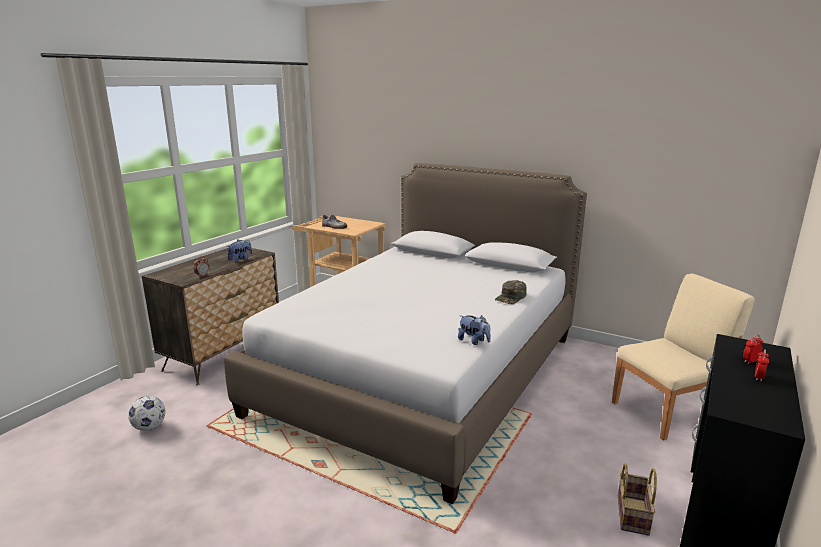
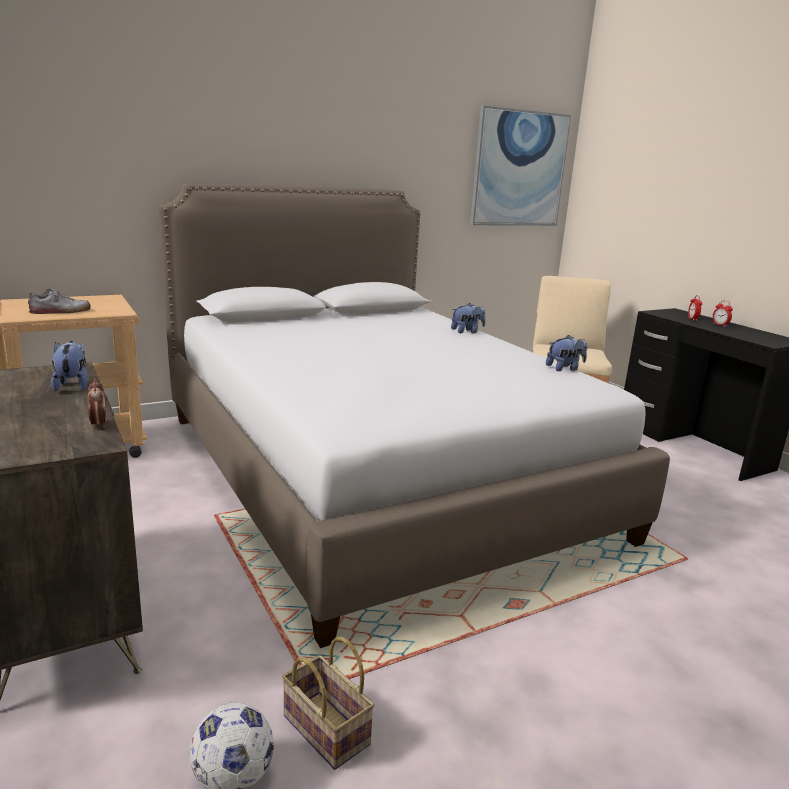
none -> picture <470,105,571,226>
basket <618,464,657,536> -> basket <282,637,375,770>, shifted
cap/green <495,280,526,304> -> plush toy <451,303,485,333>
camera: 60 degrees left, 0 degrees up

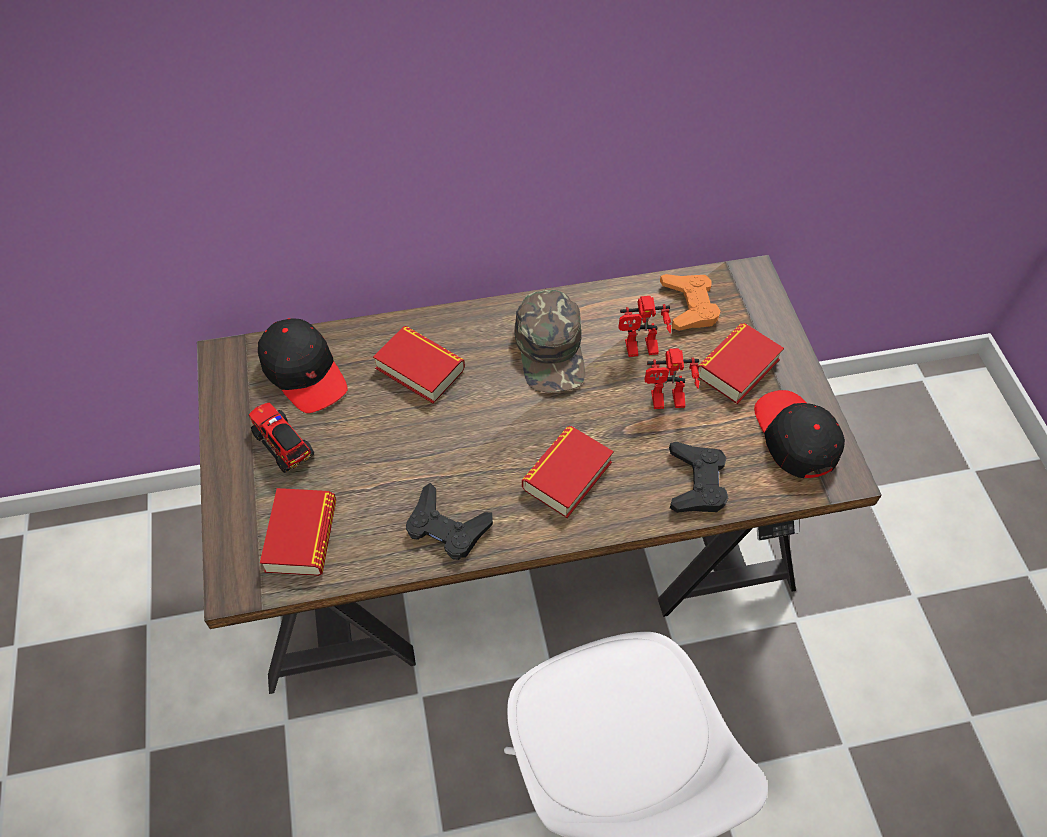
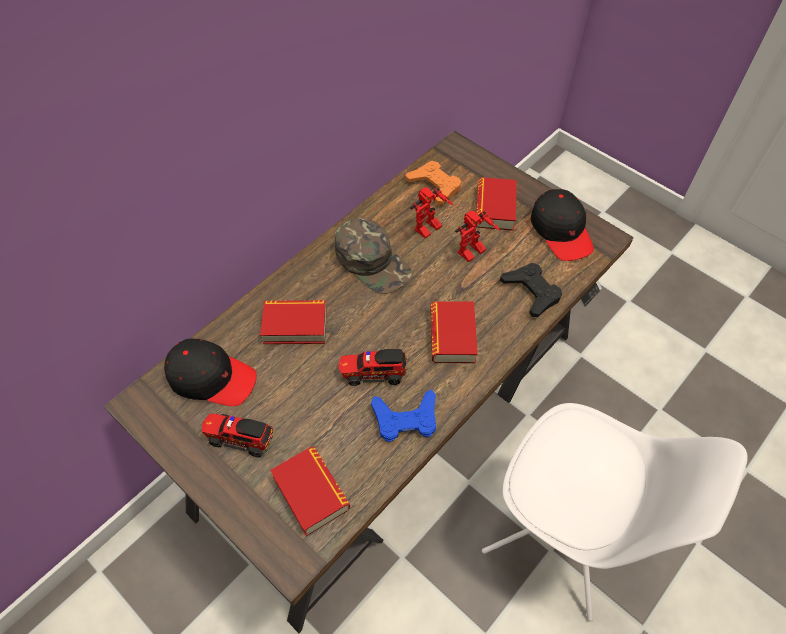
none -> toy truck <338,349,407,386>
game controller/black <406,483,493,560> -> game controller/blue <371,389,436,442>
cap/black <754,390,845,478> -> cap/black <530,189,594,261>, 150 degrees counterclockwise
camera: 35 degrees left, 0 degrees up

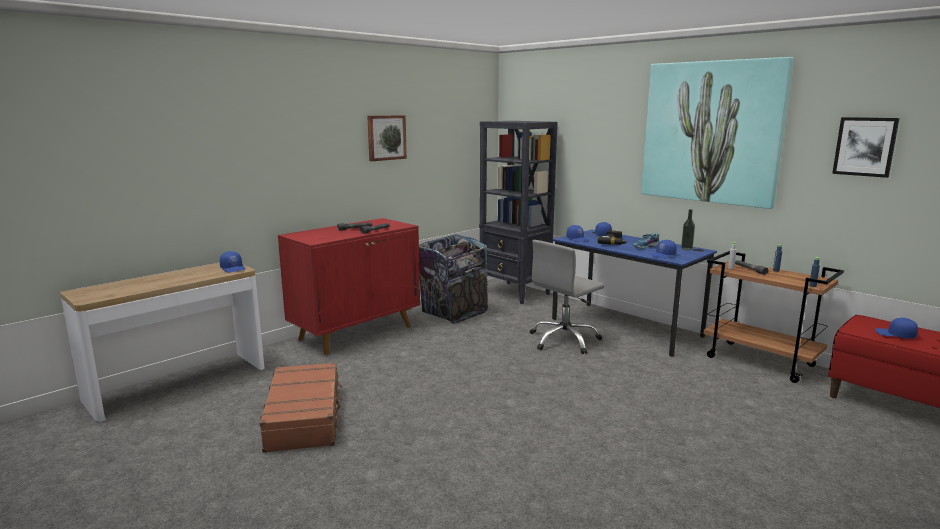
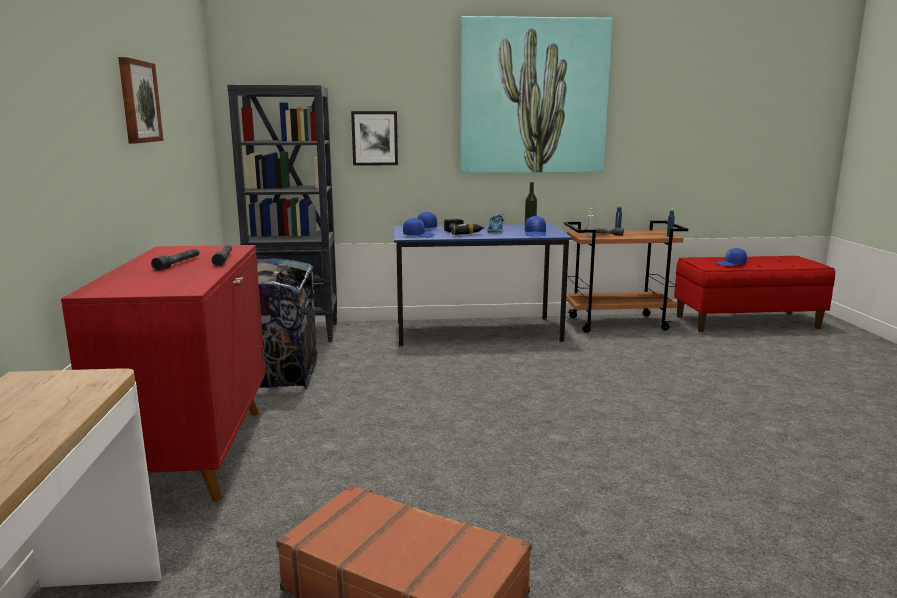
cap/blue <220,251,245,273> -> none
office chair/grey <530,240,604,354> -> none
picture <832,117,900,178> -> picture <351,111,398,166>, shifted
camera: 50 degrees left, 0 degrees up

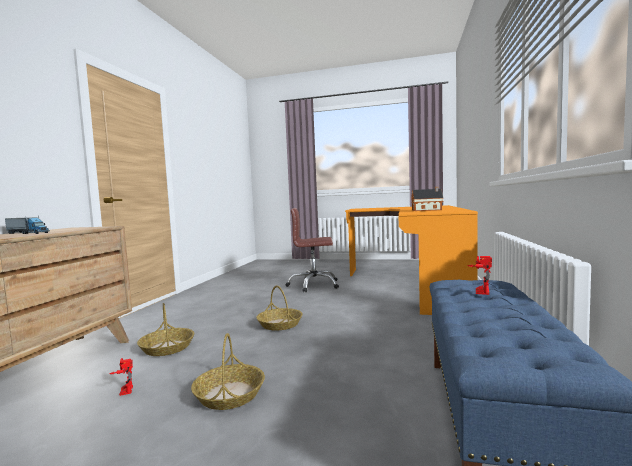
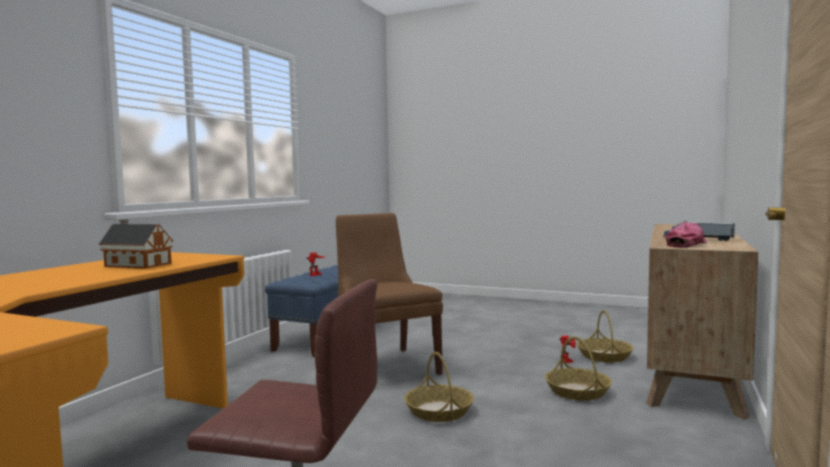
none -> chair/brown <336,213,443,375>
none -> cap <666,222,707,248>
basket <191,333,265,410> -> basket <577,310,634,362>, shifted
camera: 170 degrees left, 0 degrees up

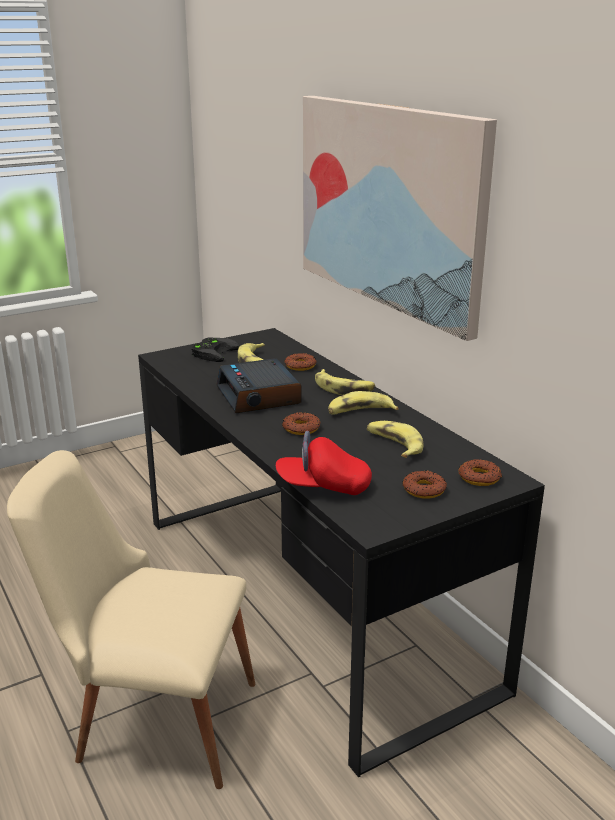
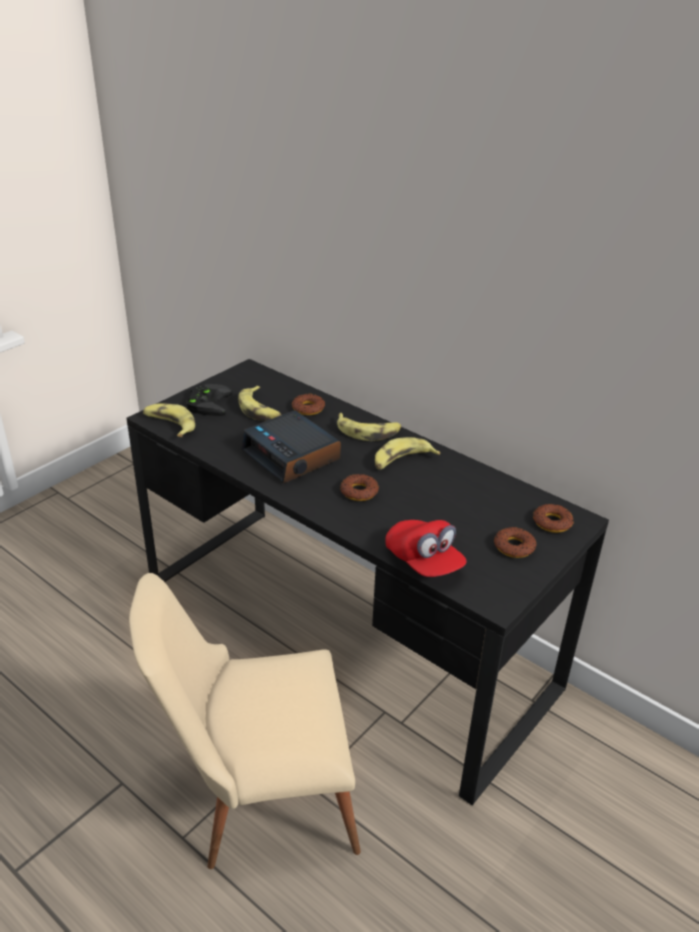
picture <303,96,497,341> -> none
banana <367,421,423,458> -> banana <143,403,195,437>, shifted
cap/red <276,431,372,495> -> cap/red <385,520,467,577>, 105 degrees counterclockwise
camera: 20 degrees left, 10 degrees up

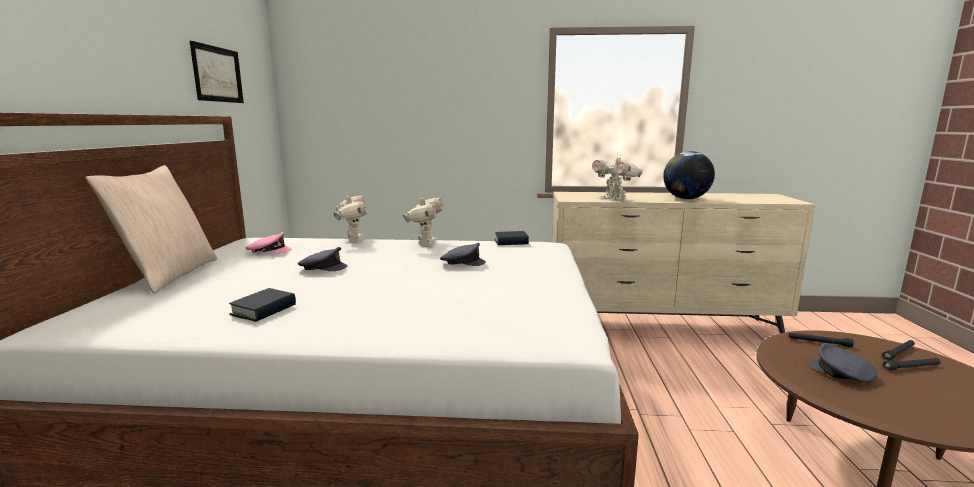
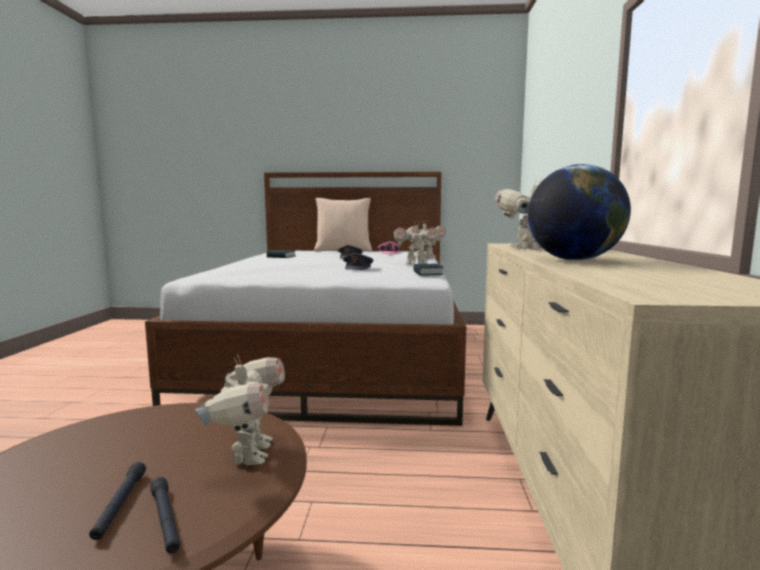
picture <190,41,244,103> -> none
cap/grey <809,343,877,382> -> none
flashlight/black <789,333,854,347> -> toy robot <195,354,285,465>
camera: 90 degrees right, 5 degrees down

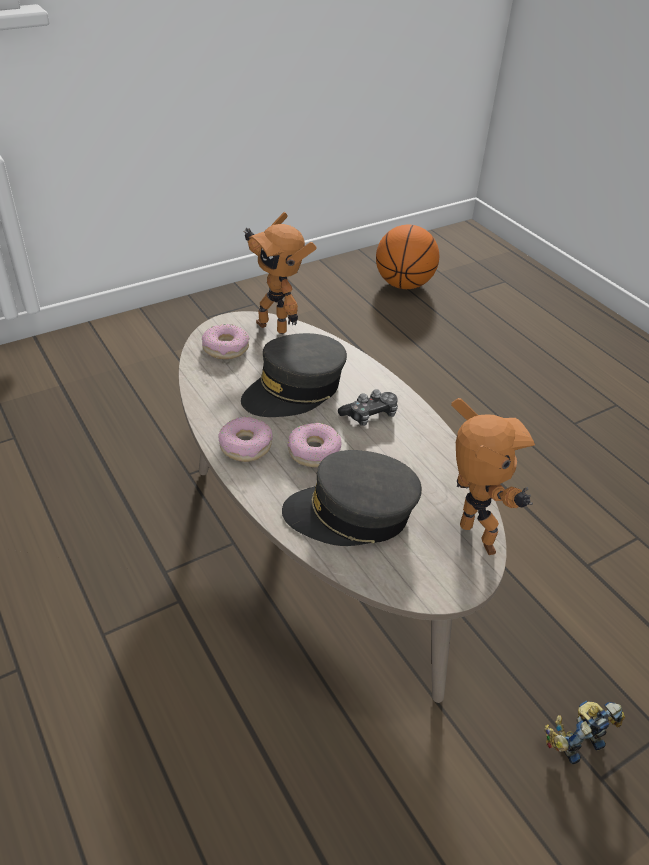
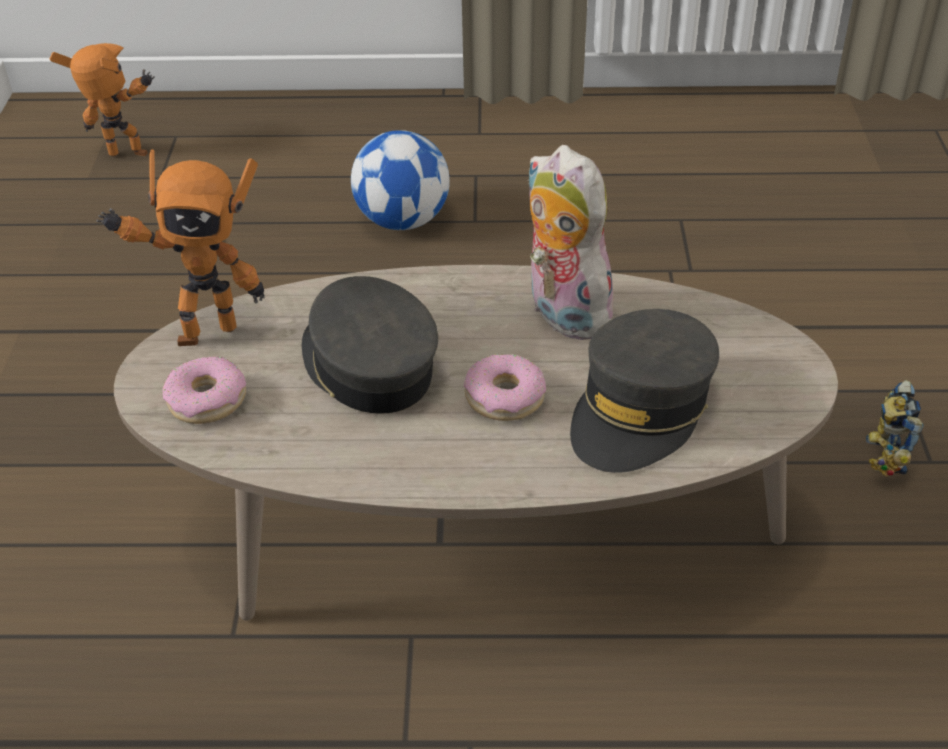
donut <218,417,273,462> -> none
game controller <338,389,398,426> -> none
basketball <376,225,439,289> -> none
none -> football <351,130,450,230>
none -> plush toy <528,145,613,340>
toy robot <451,398,535,555> -> toy robot <50,43,155,157>, shifted
cap/grey <241,333,347,417> -> cap/grey <302,276,438,414>, 150 degrees clockwise
camera: 55 degrees left, 0 degrees up

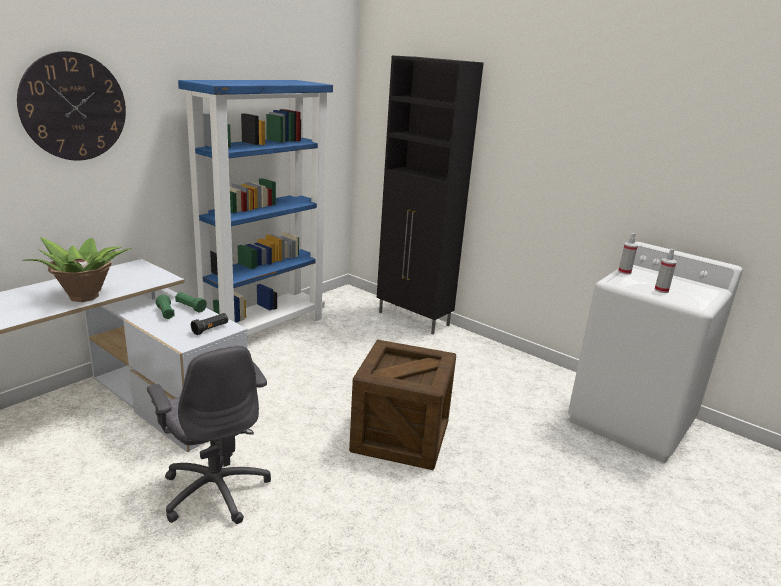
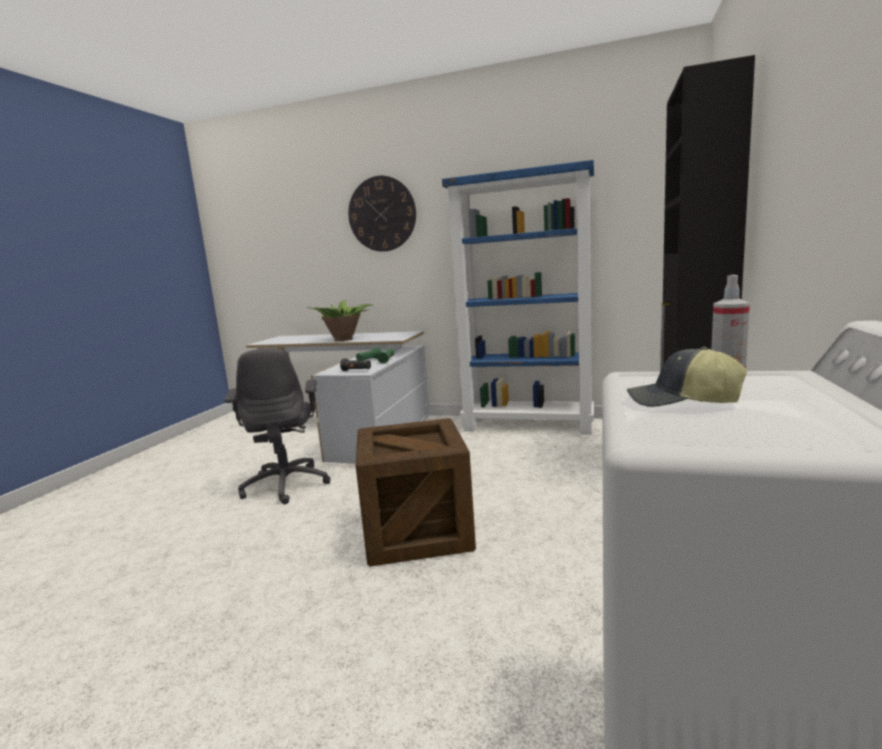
spray bottle <654,249,677,293> -> cap <627,347,747,407>
office chair/grey <147,345,271,524> -> office chair/grey <225,348,330,504>, 45 degrees counterclockwise
camera: 70 degrees right, 10 degrees down

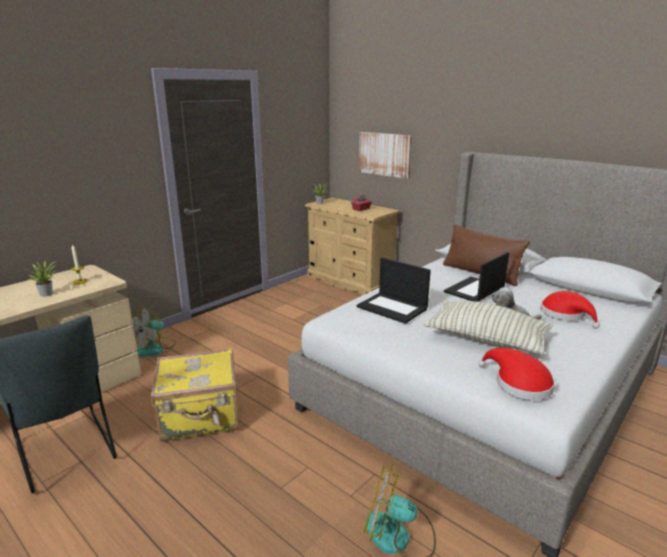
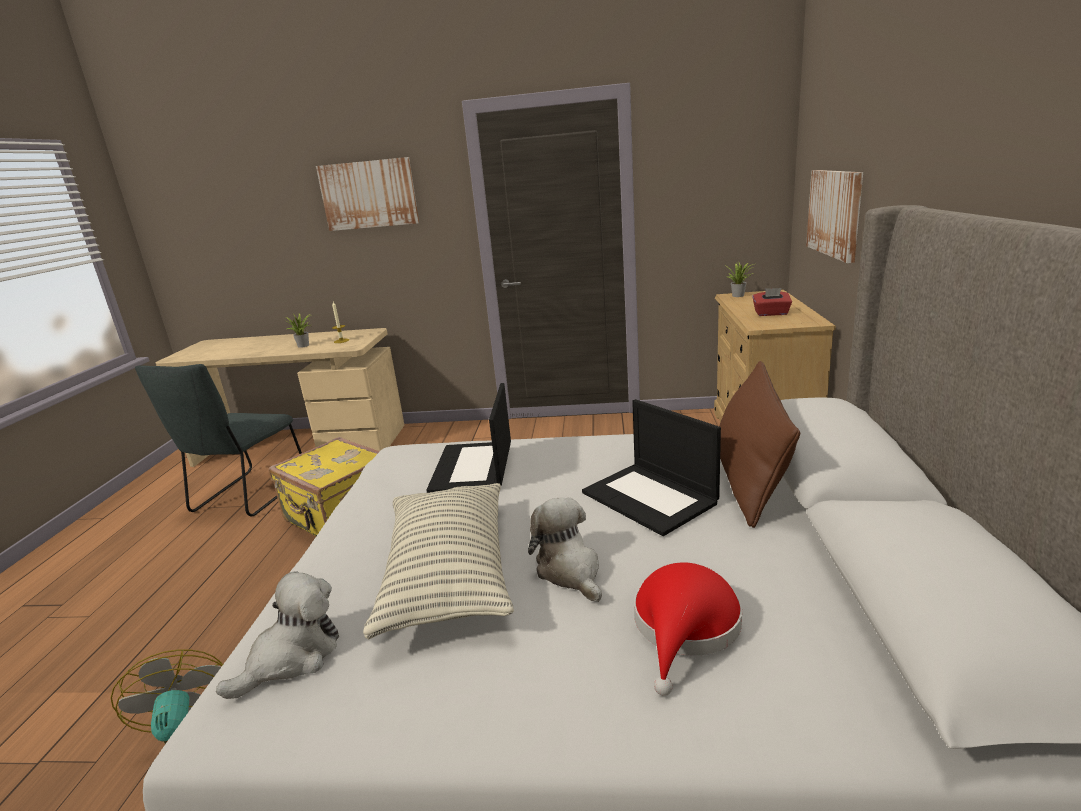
fan <131,307,176,357> -> none
none -> picture <316,157,419,231>
hat/red <478,348,555,400> -> plush toy <216,571,339,699>
laptop <444,252,509,302> -> laptop <582,399,721,536>, 135 degrees counterclockwise
camera: 55 degrees right, 0 degrees up

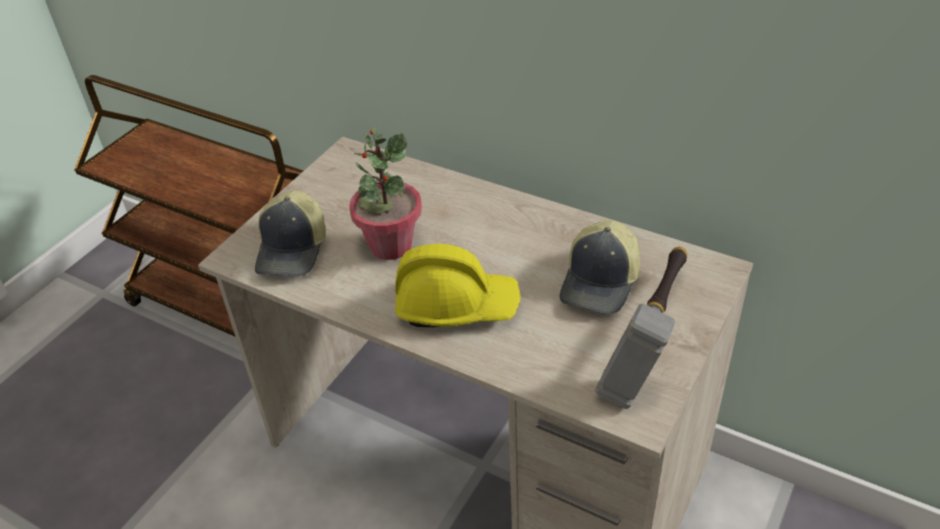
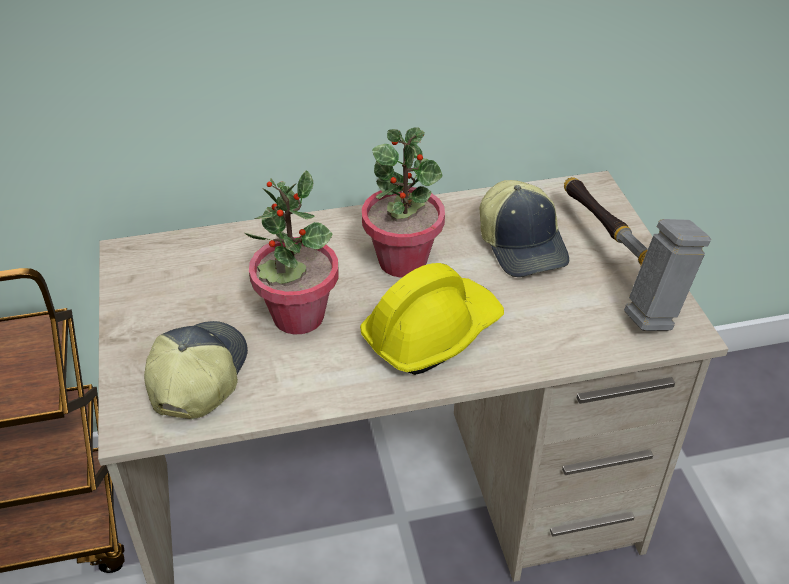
none -> potted plant <362,127,445,277>
cap <255,190,326,276> -> cap <144,321,248,419>, 135 degrees counterclockwise
camera: 45 degrees left, 0 degrees up

